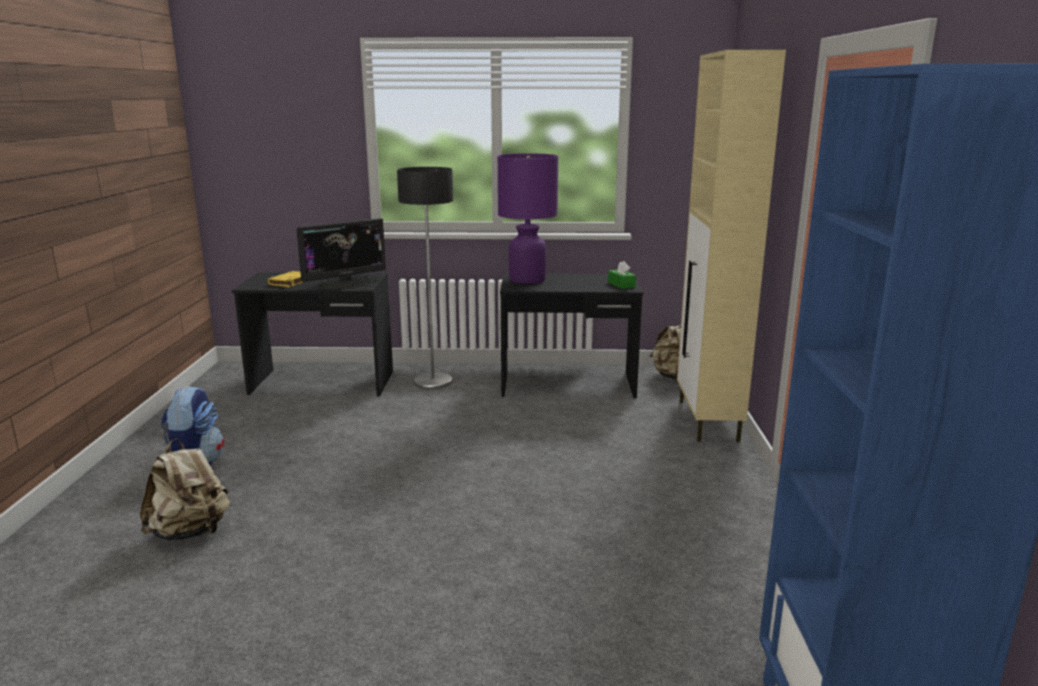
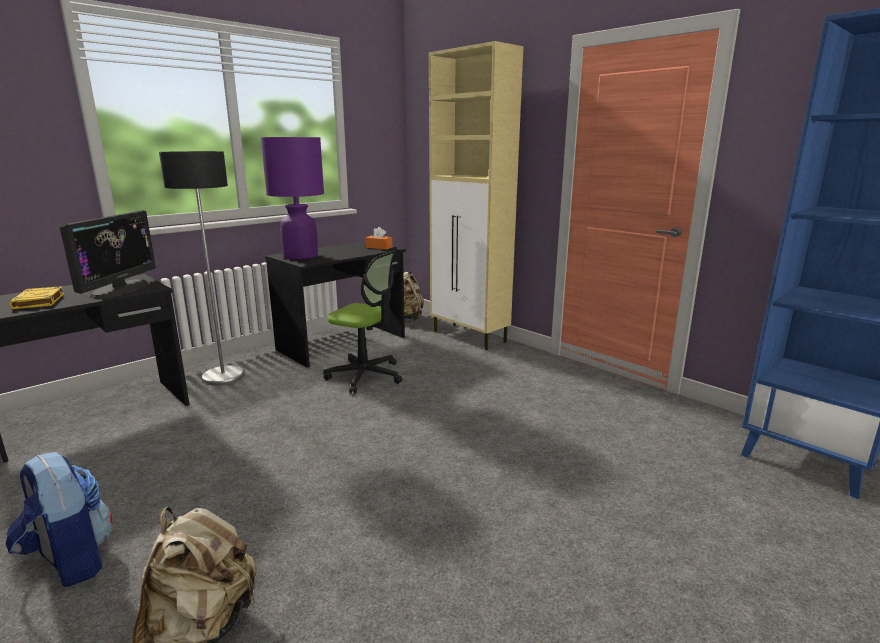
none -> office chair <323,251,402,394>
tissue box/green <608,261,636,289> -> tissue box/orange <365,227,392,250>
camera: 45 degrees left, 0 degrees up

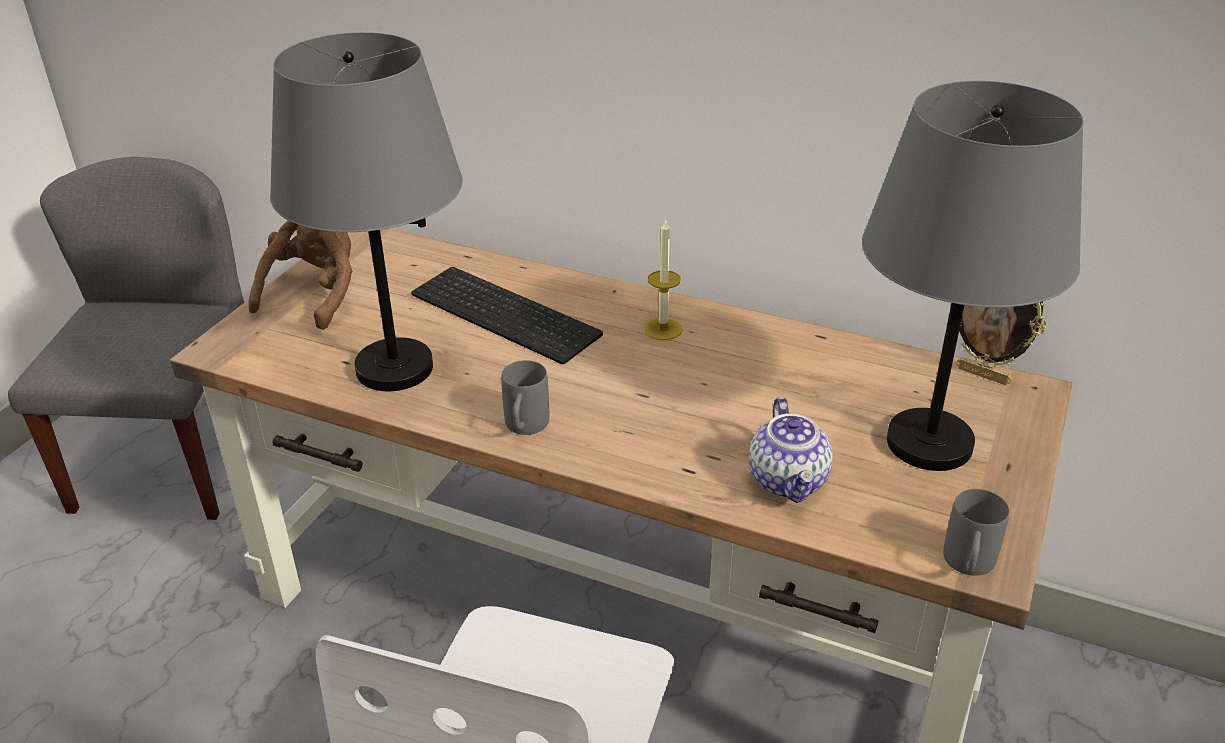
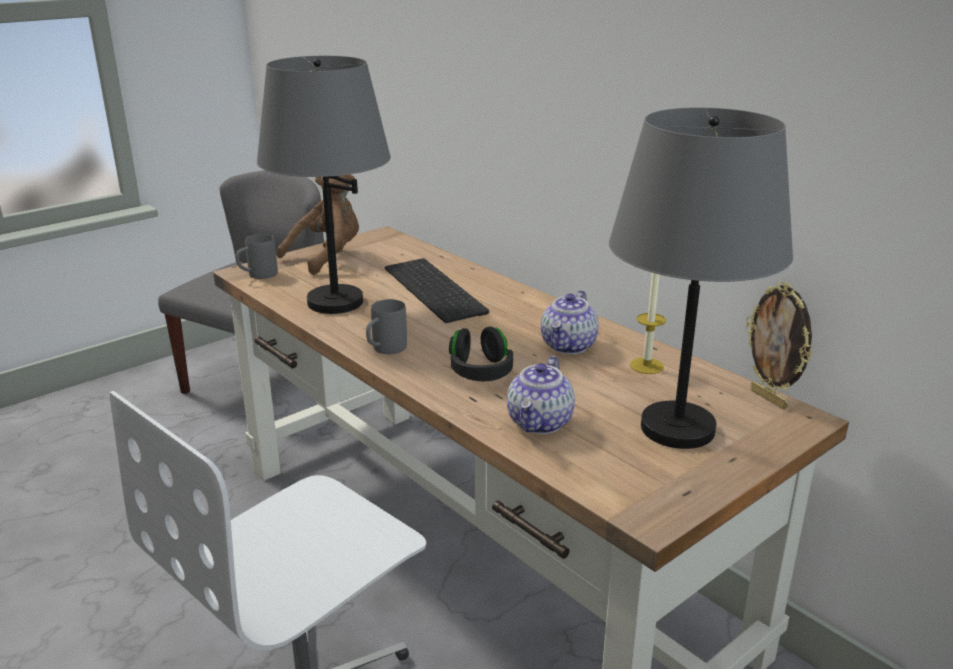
none -> headphones/black <449,326,513,381>
none -> teapot <541,290,599,354>
candle <644,219,682,340> -> candle <630,273,666,374>, shifted
mug/grey <943,489,1009,576> -> mug/grey <236,234,278,279>, shifted
camera: 25 degrees right, 10 degrees down

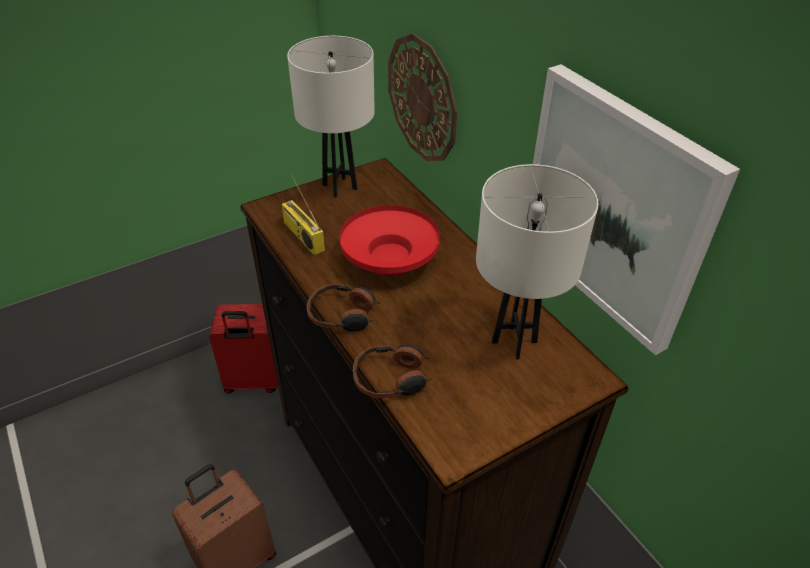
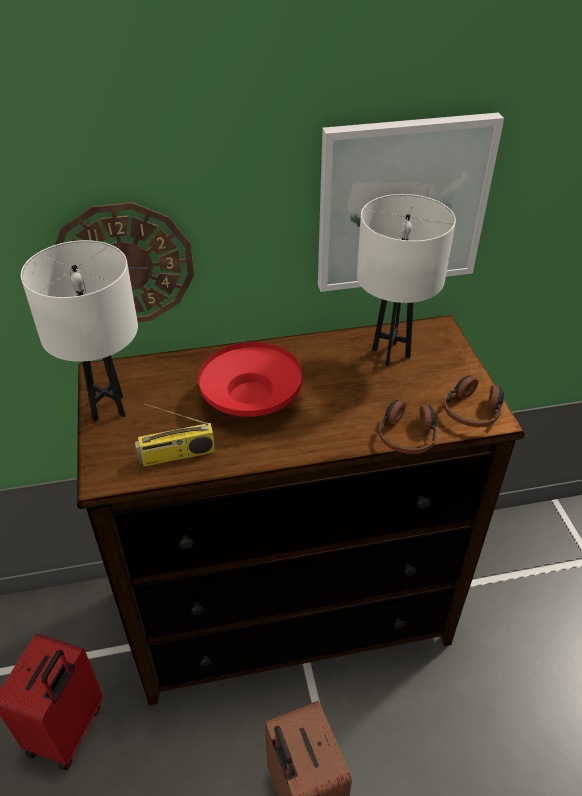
headphones <307,284,380,332> -> headphones <444,375,504,427>, shifted
camera: 70 degrees left, 0 degrees up

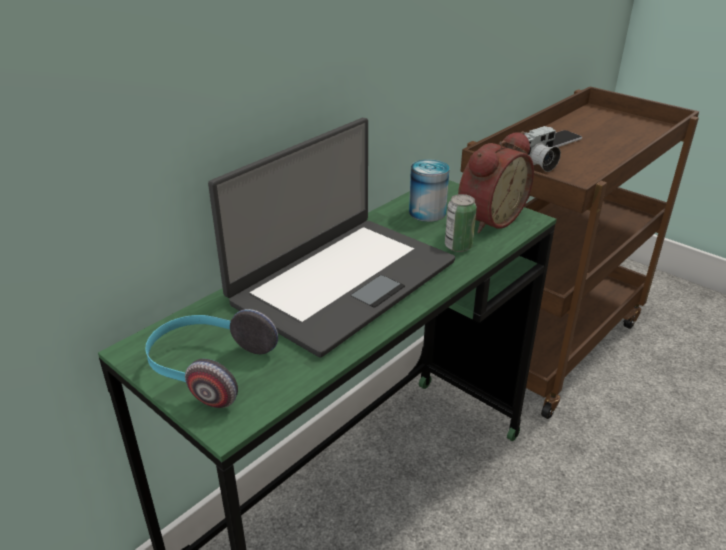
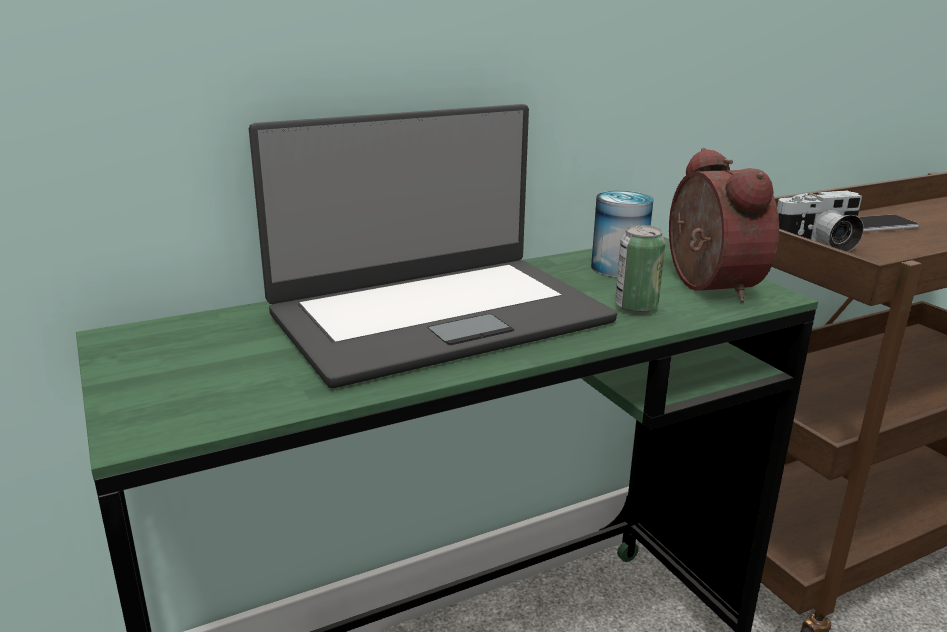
headphones <145,309,278,408> -> none
alarm clock <458,131,534,233> -> alarm clock <669,148,779,303>, 75 degrees counterclockwise
camera: 20 degrees right, 10 degrees down

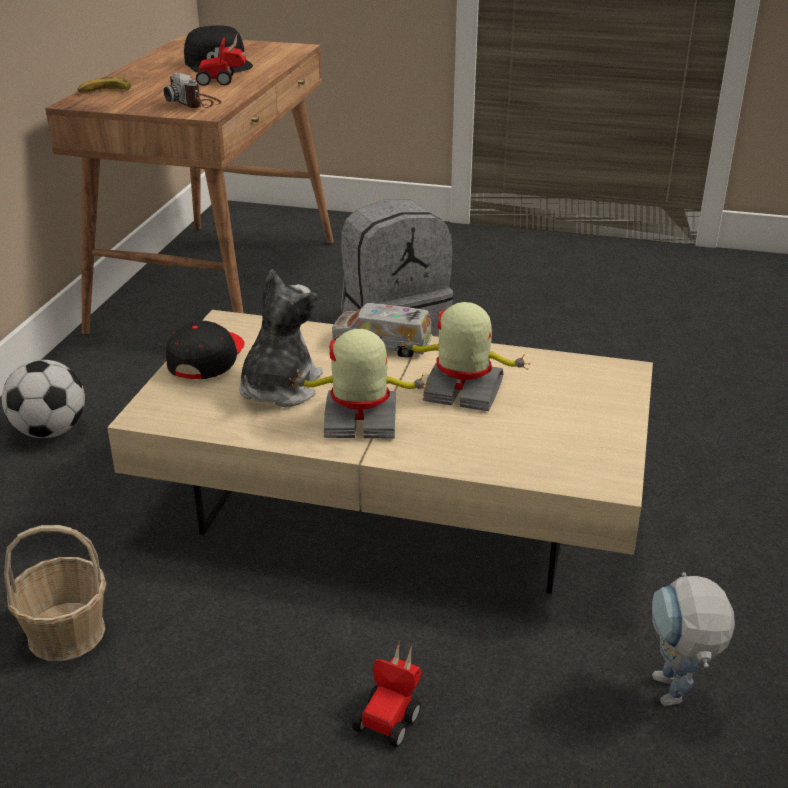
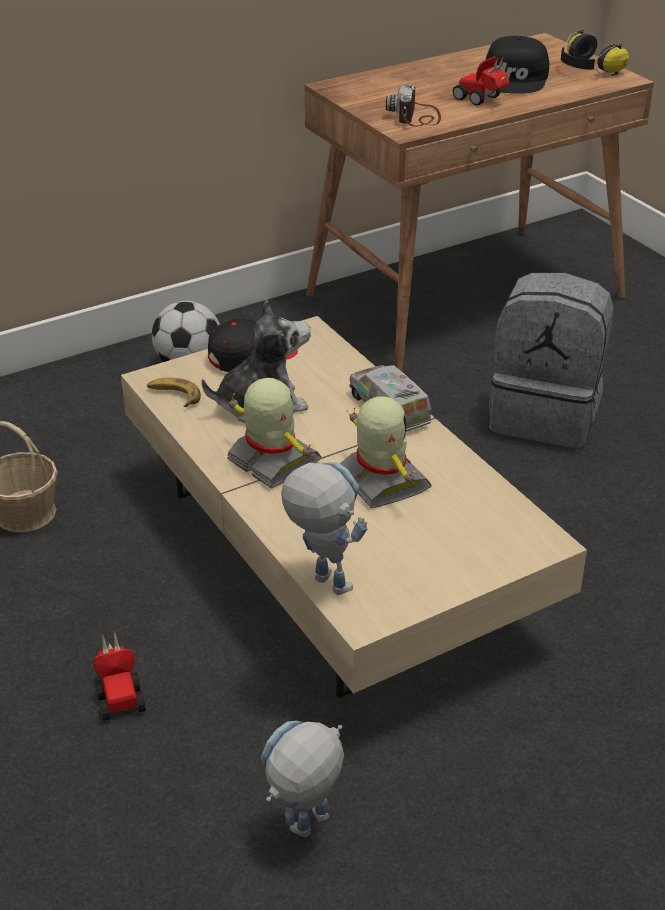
none -> toy robot <281,462,367,595>
none -> headphones <561,30,629,77>
banana <77,77,131,93> -> banana <147,378,201,407>, shifted
toy car <352,643,422,747> -> toy car <93,631,146,721>, 90 degrees counterclockwise
camera: 45 degrees right, 5 degrees up

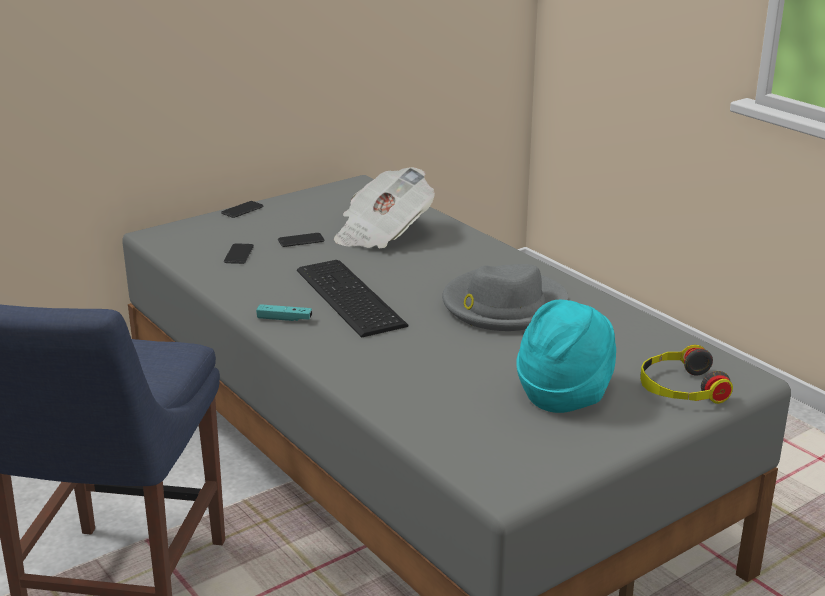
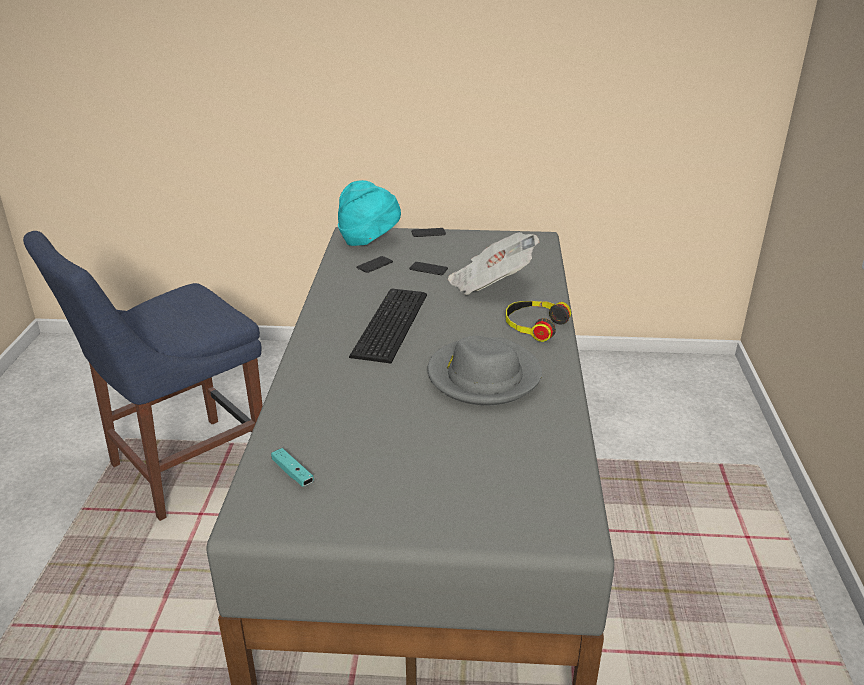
game controller/turquoise <256,304,312,321> -> game controller/turquoise <271,448,314,487>, shifted
hat/turquoise <516,300,616,413> -> hat/turquoise <338,180,401,246>, shifted
headphones <640,345,733,404> -> headphones <506,301,571,342>, shifted
camera: 40 degrees right, 5 degrees up

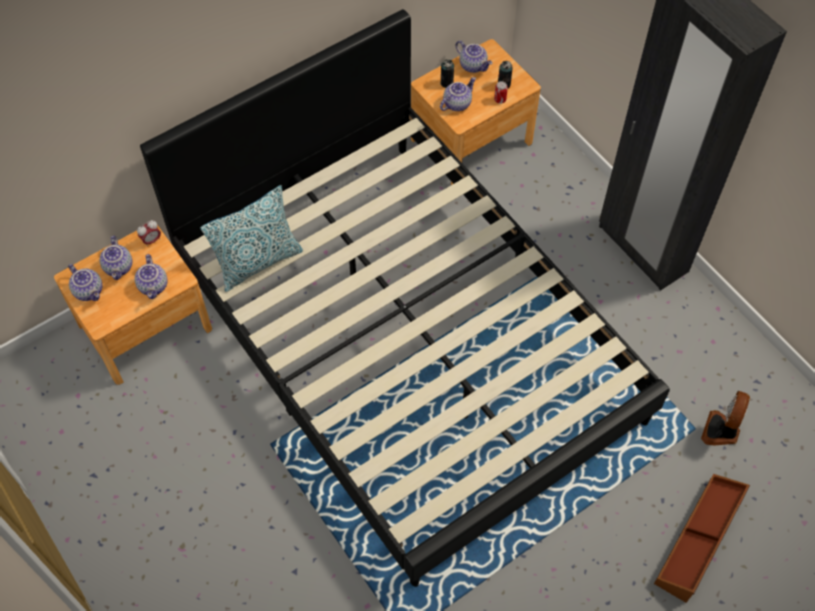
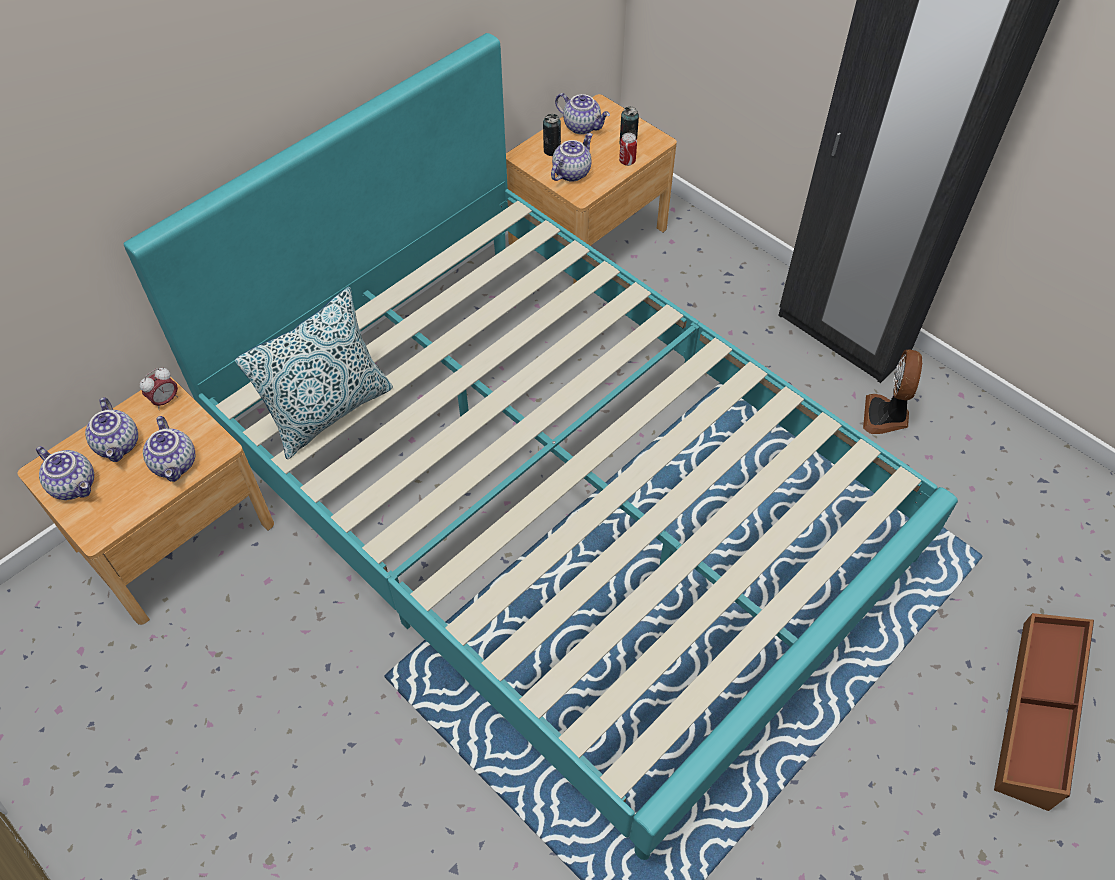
fan <701,391,750,446> -> fan <863,350,922,434>, shifted
bed/black <140,9,670,587> -> bed/turquoise <124,33,958,860>
camera: 10 degrees left, 5 degrees down

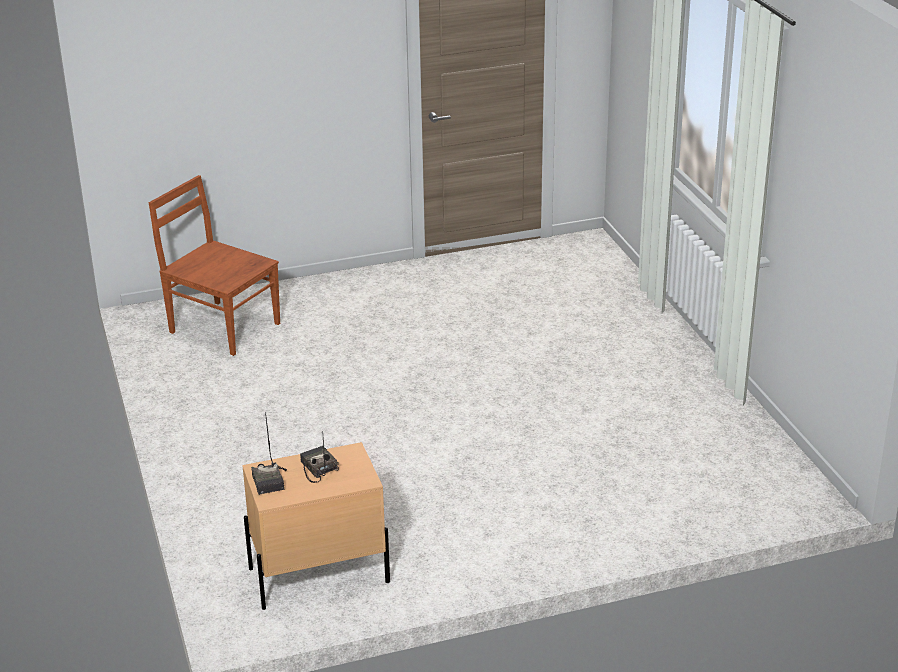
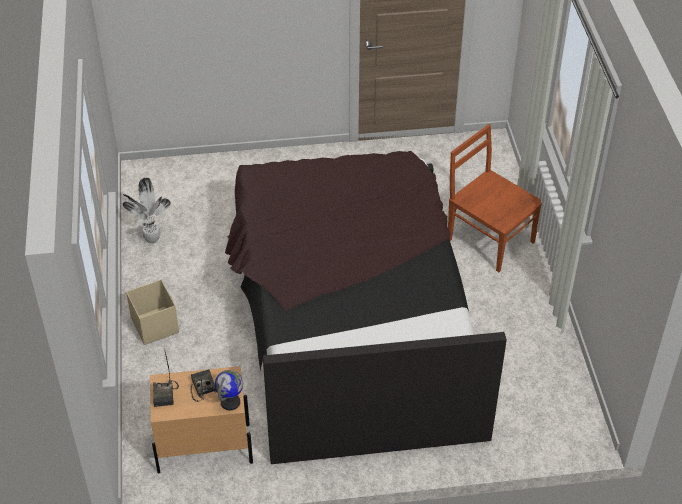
none -> potted plant <123,178,171,244>
none -> storage box/beige <126,280,179,345>
none -> globe <215,370,243,410>
none -> bed <225,151,507,464>
chair/brown <149,175,280,356> -> chair/brown <448,124,542,272>, shifted
camera: 10 degrees right, 15 degrees up

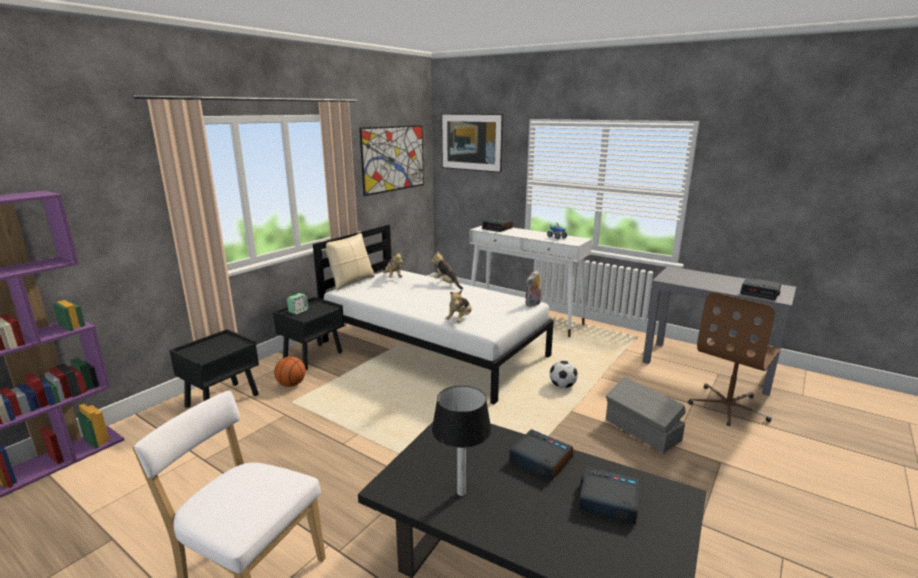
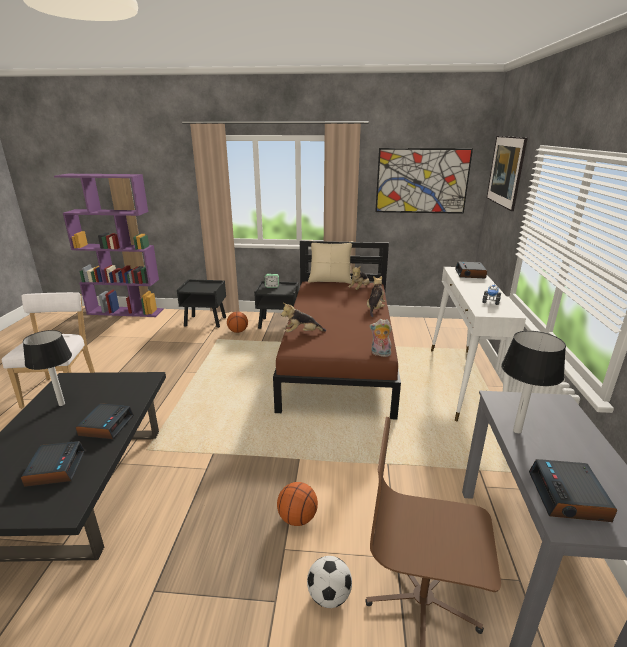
none -> table lamp <501,331,566,434>
football <550,360,578,388> -> football <307,556,352,608>, shifted
storage box/grey <606,377,686,453> -> basketball <277,482,318,526>
bed/white <313,225,554,404> -> bed/brown <273,241,401,420>
camera: 60 degrees right, 5 degrees up

